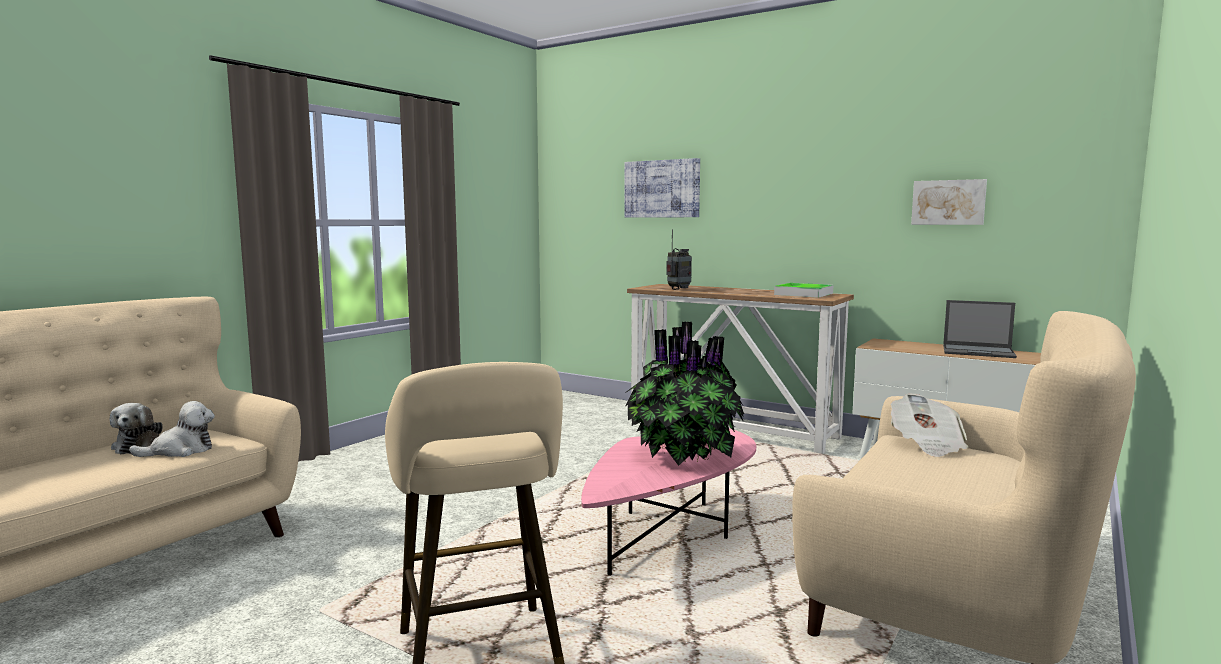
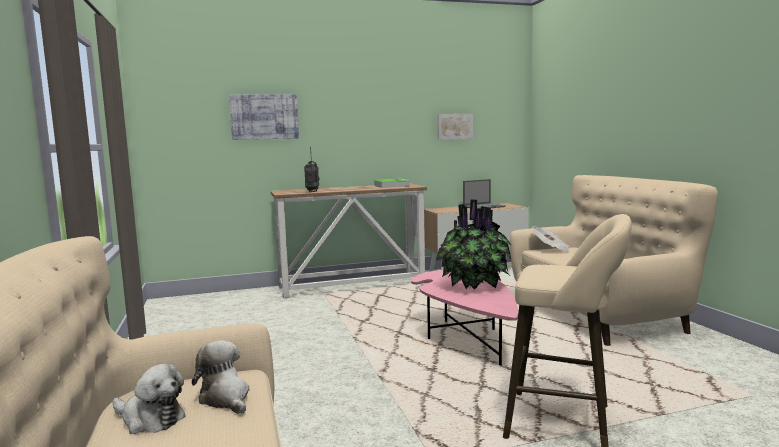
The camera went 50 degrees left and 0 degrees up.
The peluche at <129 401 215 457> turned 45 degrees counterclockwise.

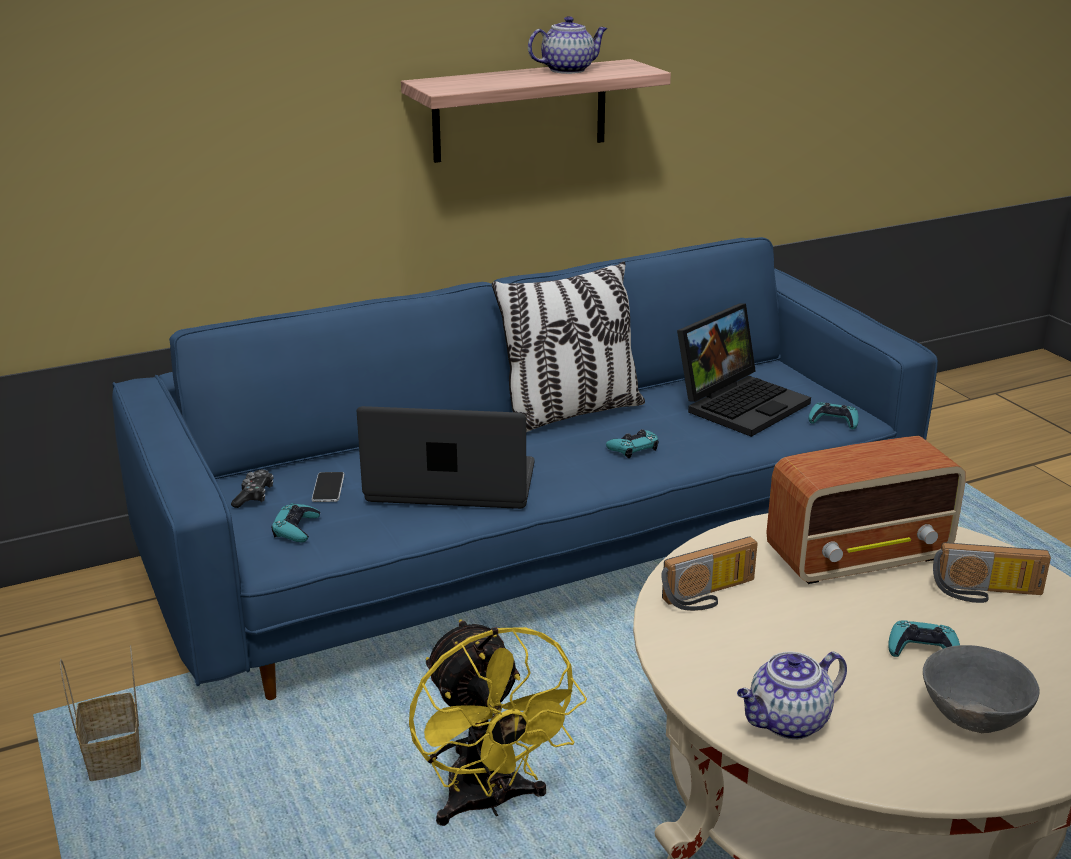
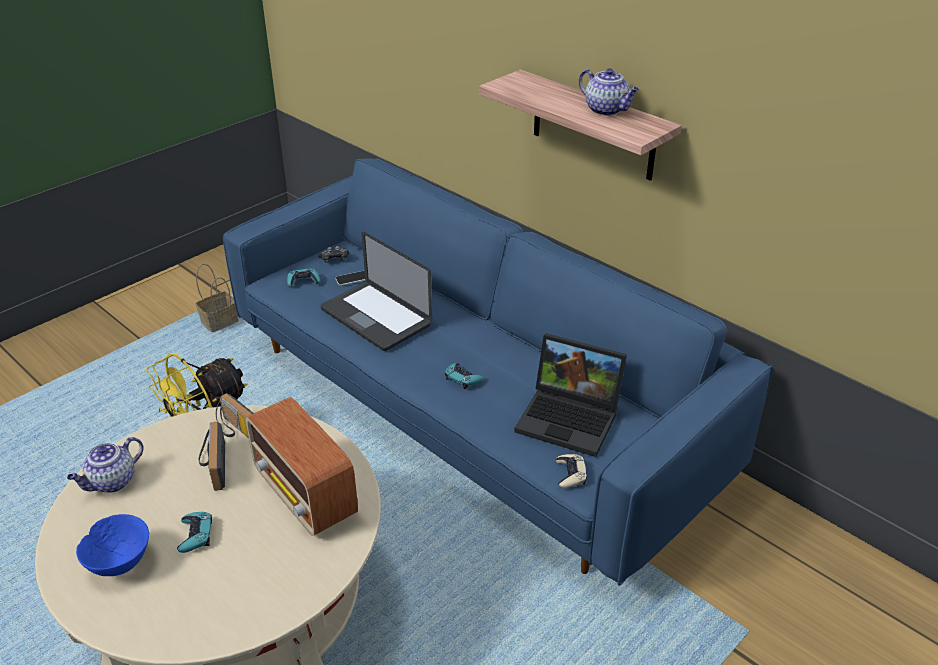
The camera went 70 degrees right and 10 degrees up.
The cojín at <492 261 645 432> disappeared.
The radio moved from <933 542 1051 603> to <199 421 225 491>.
The mando de consola (turquesa) at <809 402 859 429> became the mando de consola (beis) at <556 454 587 488>.
The cuenco (gris) at <923 645 1040 733> became the cuenco (azul) at <76 514 149 576>.
The portátil at <357 406 534 509> turned 150 degrees clockwise.
The tetera at <737 651 847 740> turned 90 degrees counterclockwise.

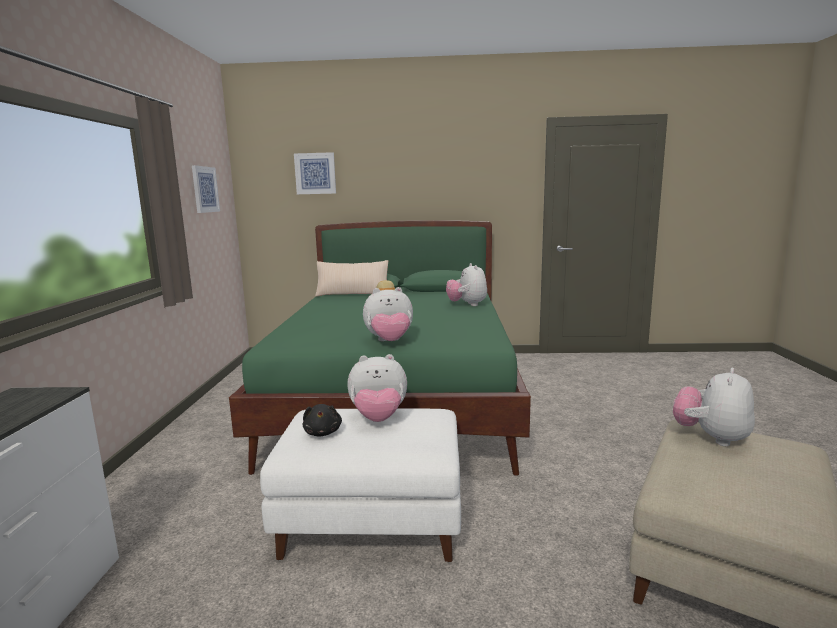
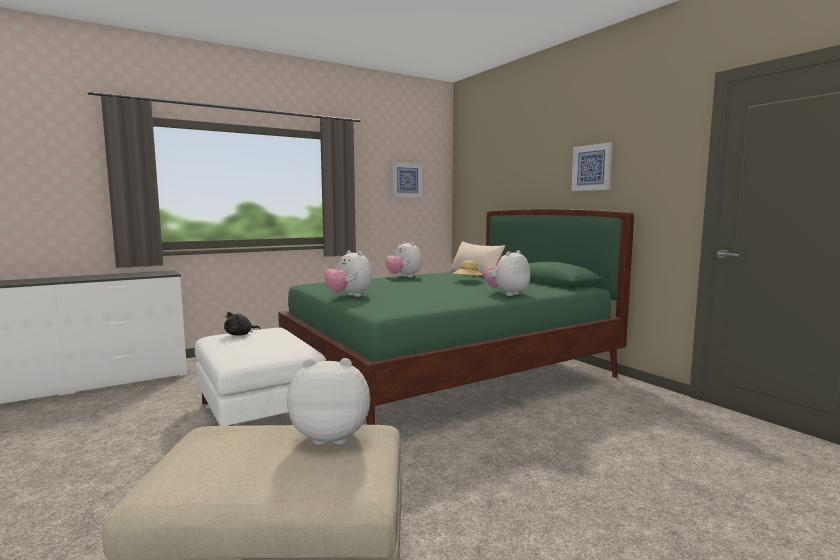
The camera went 55 degrees right and 5 degrees down.
The cuadro moved from <294 152 336 194> to <571 142 613 191>.
The peluche moved from <347 354 407 422> to <385 241 422 277>.

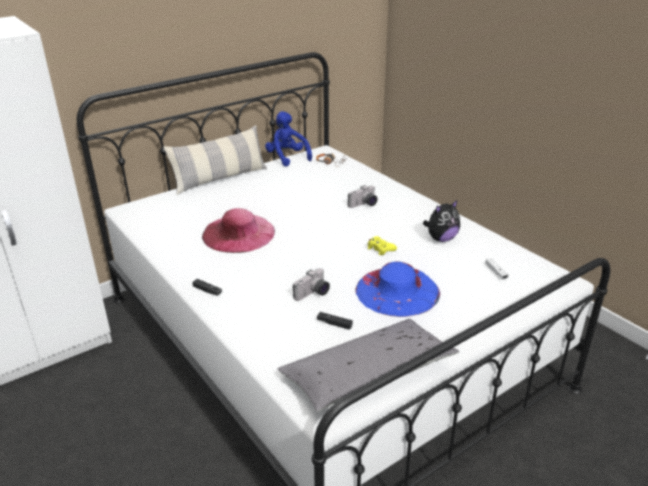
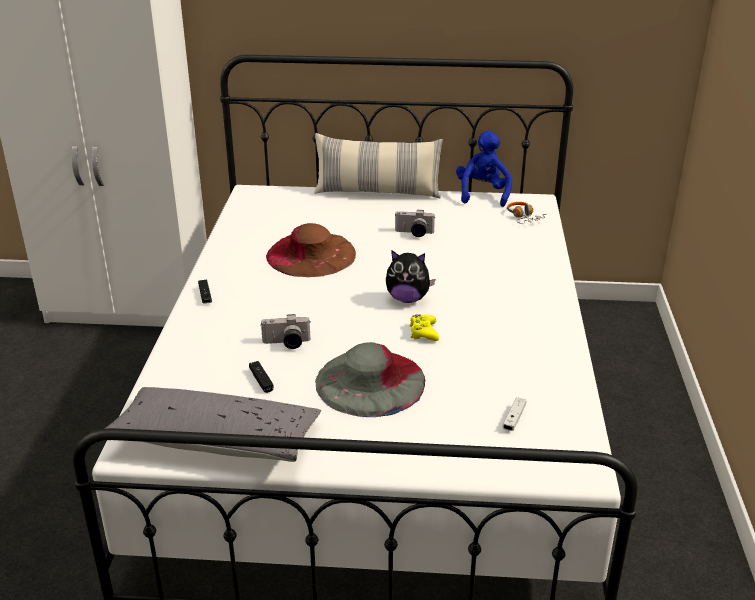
The camera went 40 degrees right and 0 degrees up.
The cámara moved from <348 185 378 208> to <395 210 435 237>.
The peluche moved from <423 200 460 242> to <386 250 435 303>.
The sombrero (rosa) at <202 208 275 253> became the sombrero (marrón) at <266 223 356 277>.
The sombrero (azul) at <355 261 440 317> became the sombrero (gris) at <315 342 425 417>.

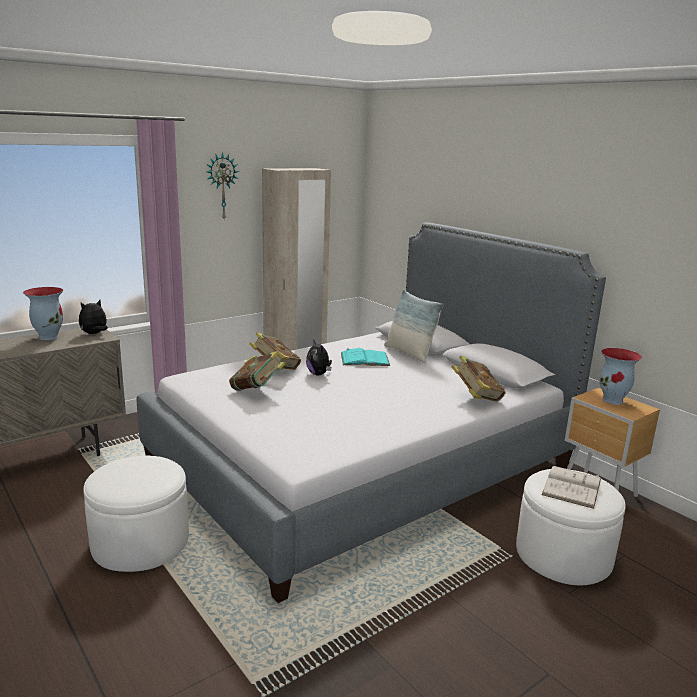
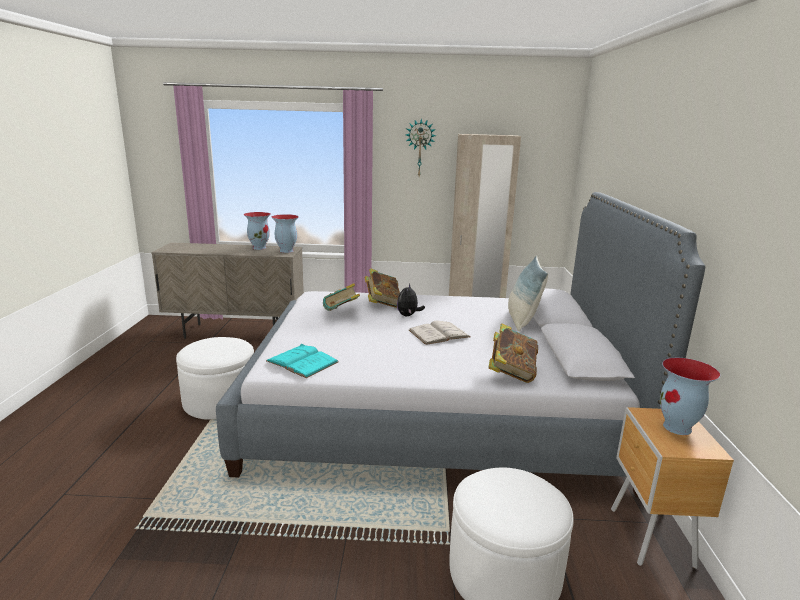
The camera went 40 degrees right and 0 degrees up.
The libro (turquesa) moved from <341 348 390 366> to <266 343 338 378>.
The libro (blanco) moved from <542 466 601 509> to <409 321 470 345>.
The peluche at <79 300 108 334> was replaced by the florero at <272 214 299 253>.

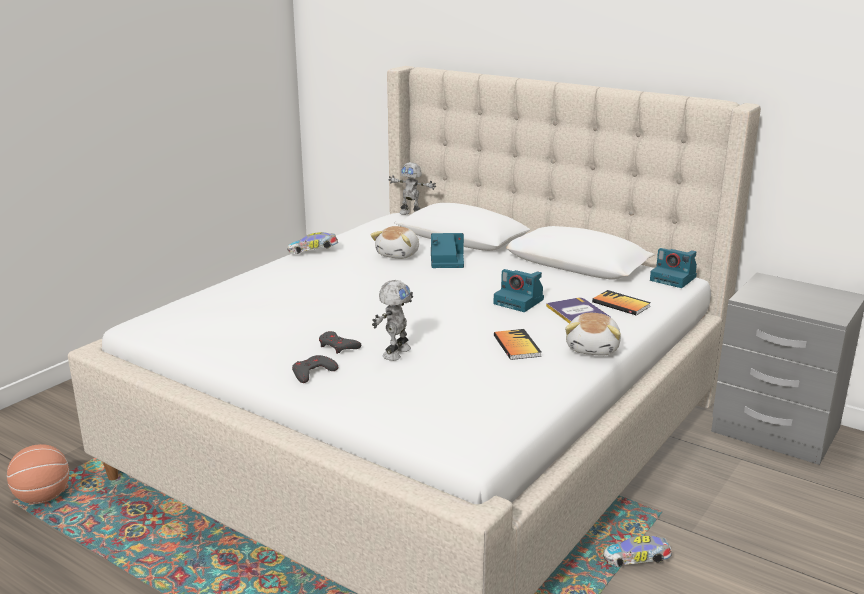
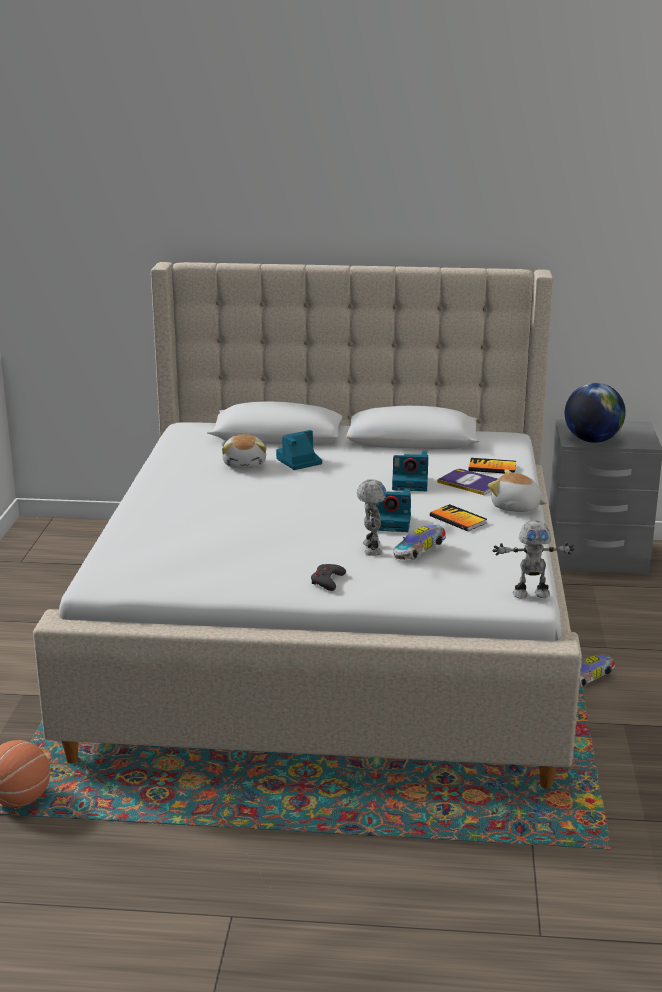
The camera went 30 degrees left and 0 degrees up.
The mando de consola (gris) at <319 331 361 354> disappeared.
The globo terráqueo at <565 383 626 443> appeared.
The coche de juguete moved from <287 232 338 254> to <393 525 446 560>.
The robot de juguete moved from <388 162 436 215> to <493 520 575 599>.
The cámara moved from <650 248 697 288> to <375 489 411 532>.
The peluche at <565 313 621 356> turned 135 degrees clockwise.

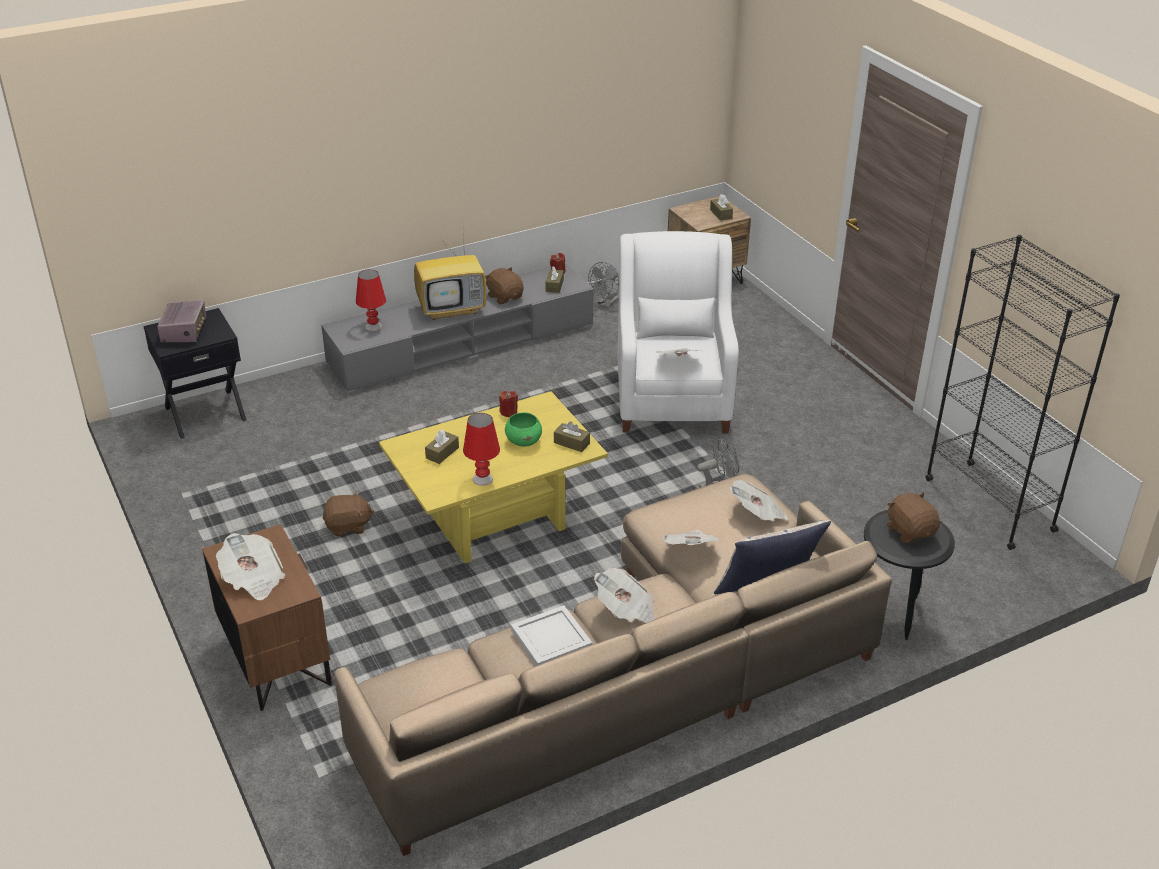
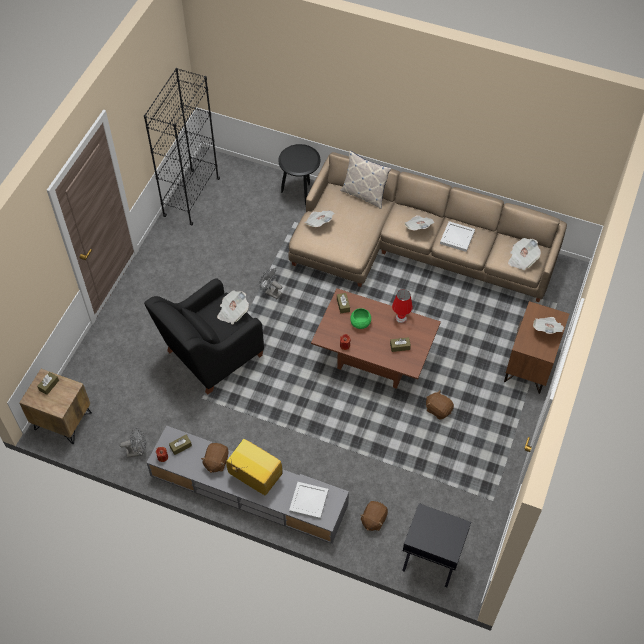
The camera went 130 degrees left and 20 degrees up.
The radio at <157 300 206 342> disappeared.
The periódico moved from <663 530 721 545> to <508 238 541 271>.
The peluche (marrón) moved from <887 492 940 543> to <360 501 388 531>.
The lámpara de mesa (rojo) at <356 270 386 331> was replaced by the bandeja (blanco) at <289 482 328 520>.
The mesa de centro (amarillo) at <379 391 608 563> became the mesa de centro (marrón) at <311 288 441 389>.
The sillón (blanco) at <618 231 739 433> became the sillón (negro) at <144 278 264 395>.

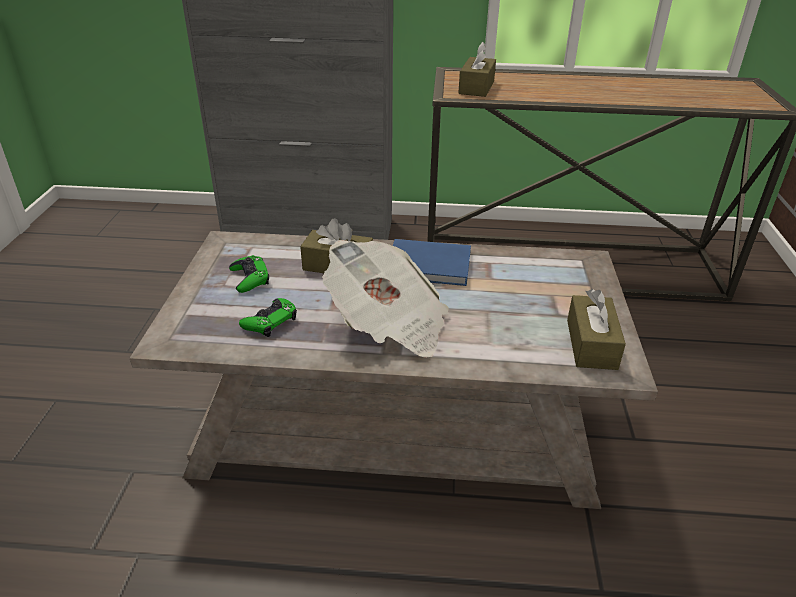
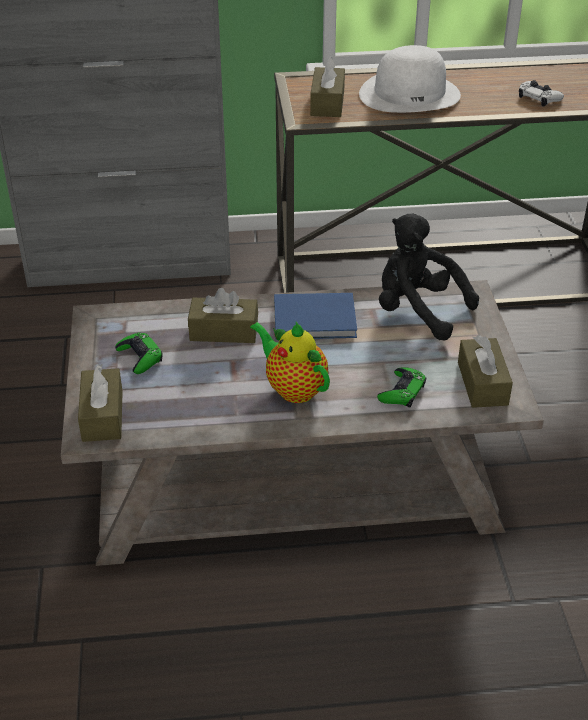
The camera went 10 degrees left and 5 degrees up.
The caja de pañuelos (marrón) at <78 364 123 442> appeared.
The sombrero (blanco) at <359 45 461 113> appeared.
The peluche (negro) at <379 213 479 340> appeared.
The mando de consola (blanco) at <519 80 564 107> appeared.
The mando de consola (verde) moved from <239 298 297 337> to <377 367 426 408>.
The periódico at <322 240 449 358> was replaced by the tetera at <250 322 330 403>.

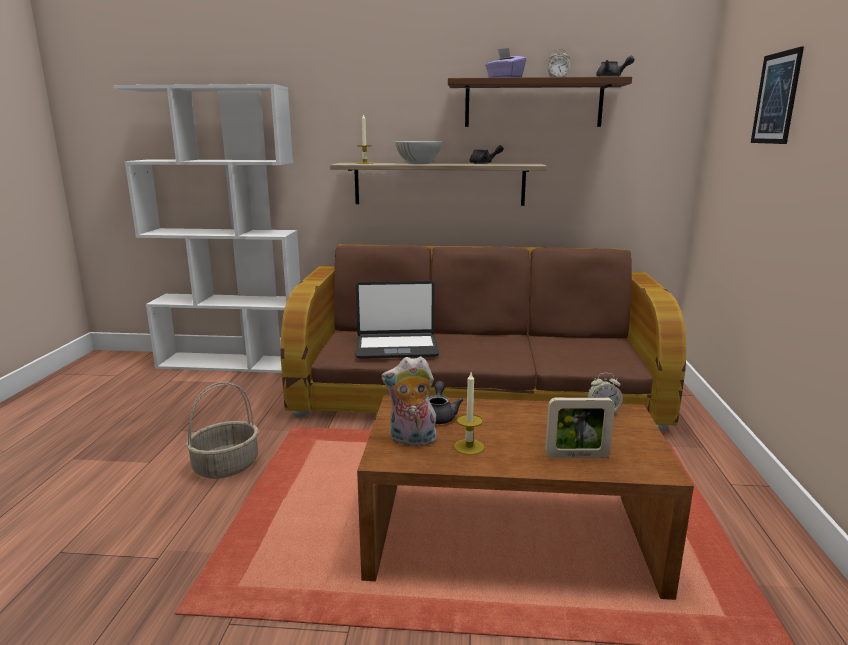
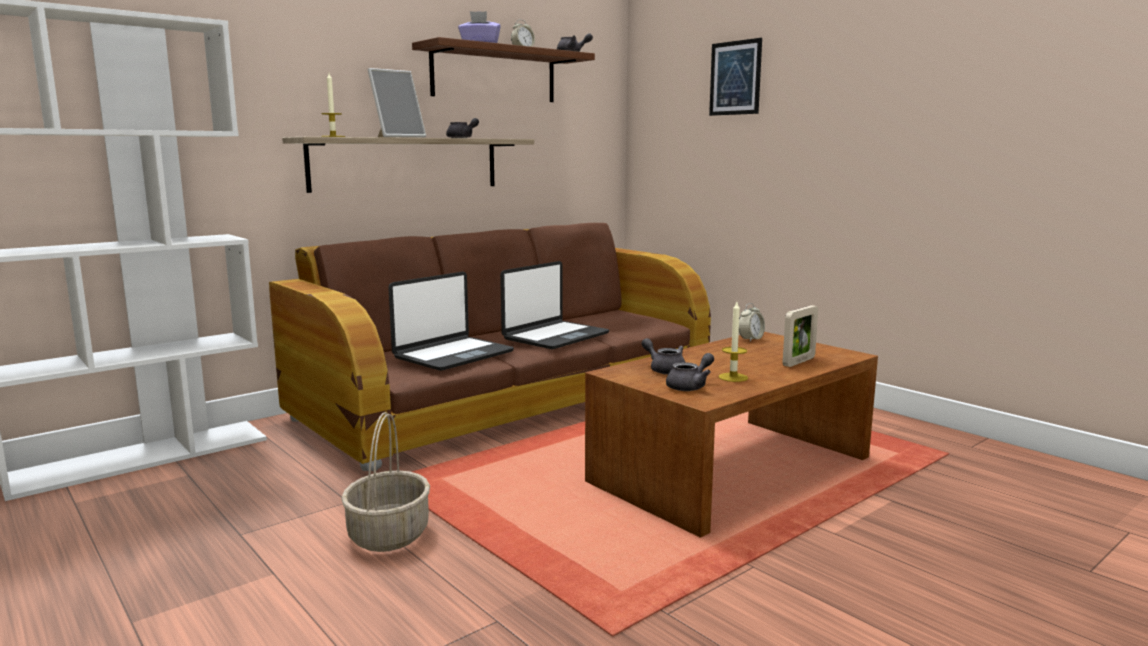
The camera went 45 degrees left and 5 degrees down.
The portátil at <500 261 609 350> appeared.
The peluche at <381 356 437 446> was replaced by the tetera (gris) at <666 353 714 391>.
The cuenco (blanco) at <395 141 443 164> was replaced by the portarretratos at <368 68 426 138>.

